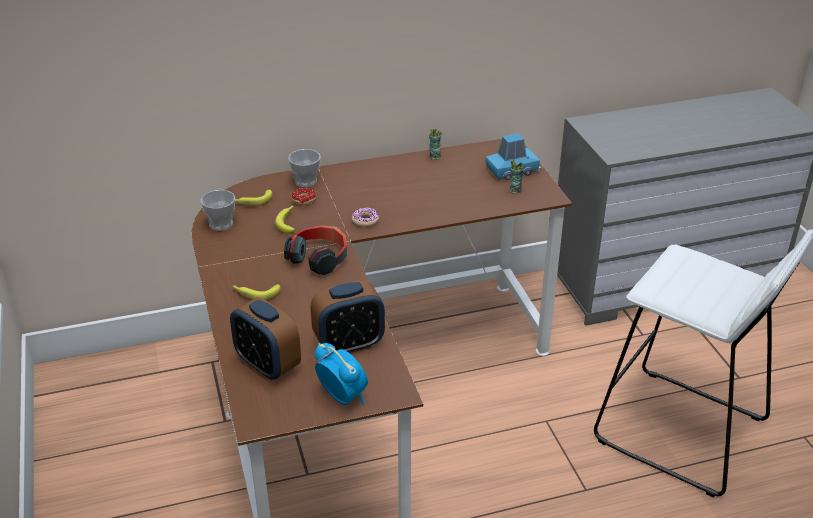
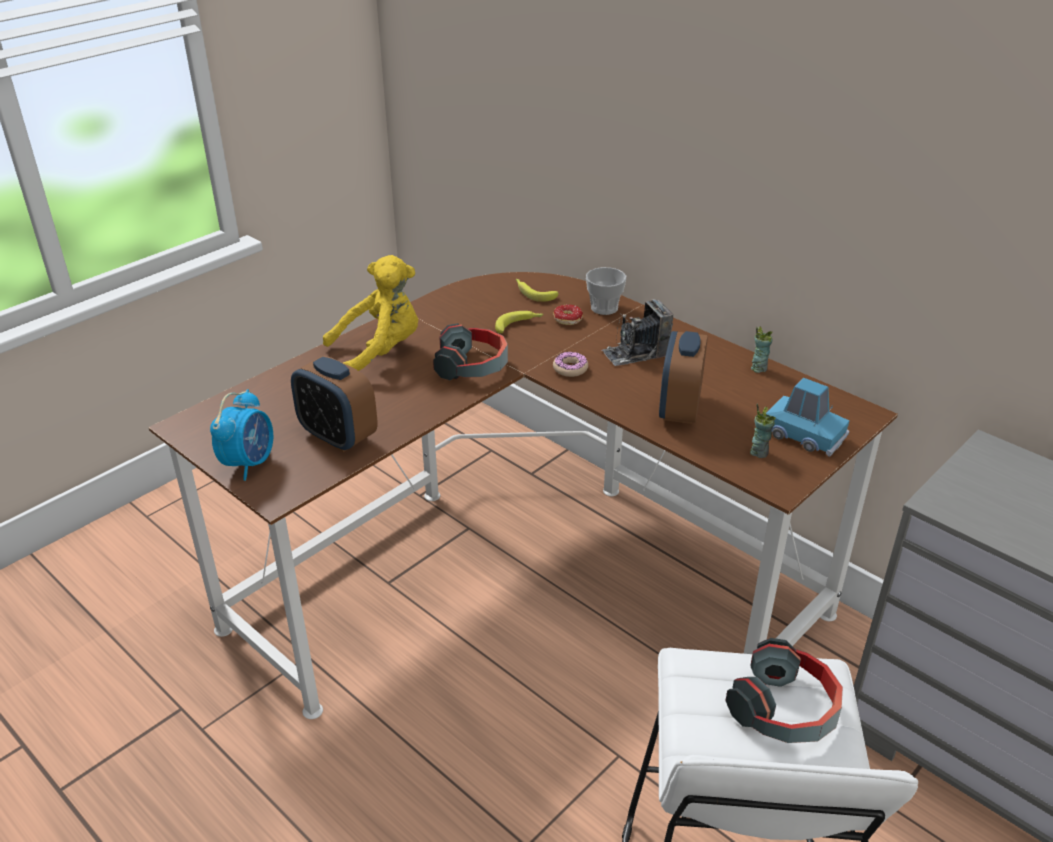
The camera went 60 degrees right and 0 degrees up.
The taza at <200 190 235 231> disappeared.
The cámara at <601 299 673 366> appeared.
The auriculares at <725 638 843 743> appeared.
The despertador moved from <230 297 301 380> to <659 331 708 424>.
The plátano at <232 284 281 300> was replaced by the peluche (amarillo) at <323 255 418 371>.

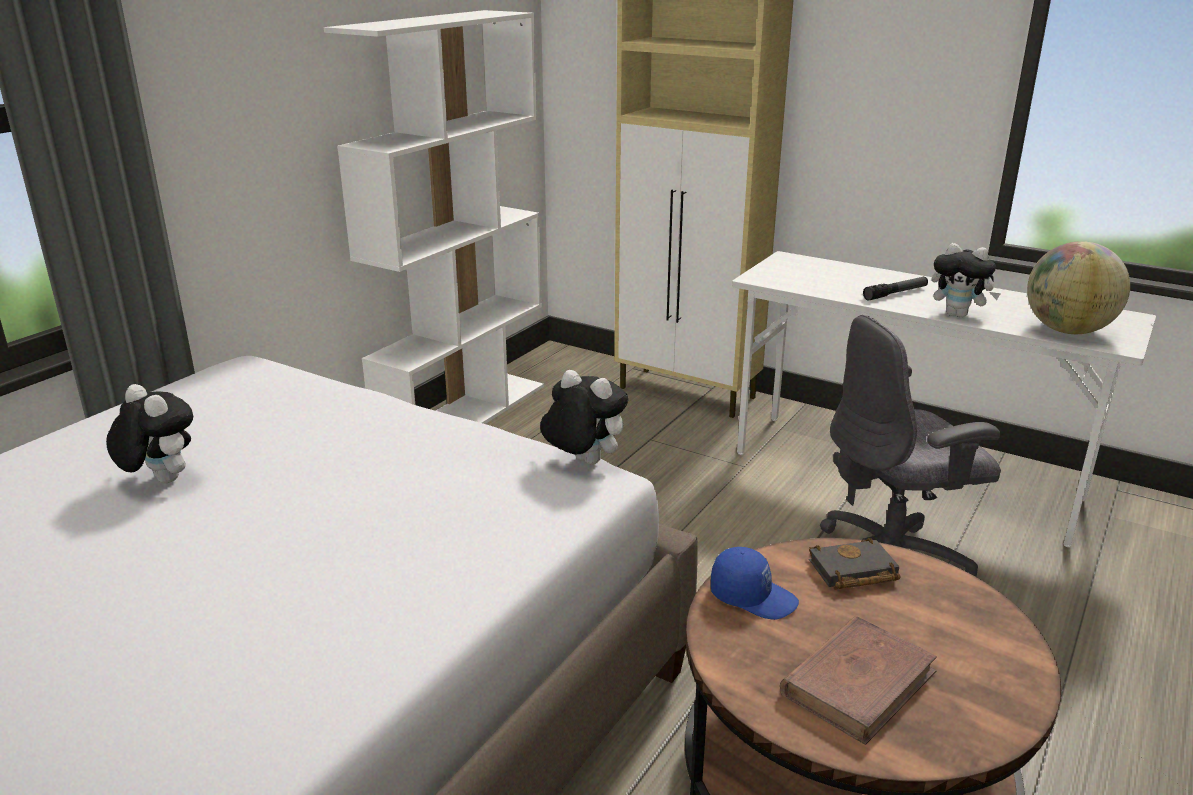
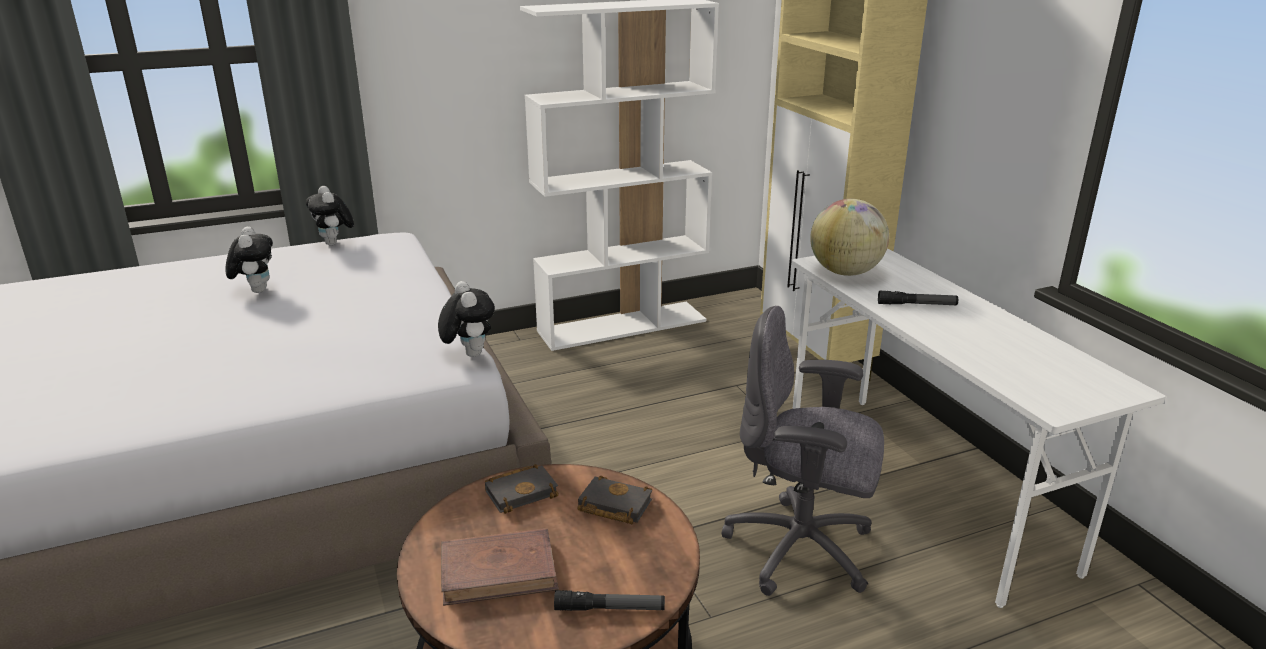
The camera went 35 degrees right and 0 degrees up.
The linterna at <554 590 665 611> appeared.
The peluche moved from <932 243 1001 318> to <306 186 354 245>.
The globo terráqueo moved from <1027 241 1130 334> to <810 199 889 276>.
The gorra (azul) at <711 547 799 620> was replaced by the libro (negro) at <485 464 559 514>.

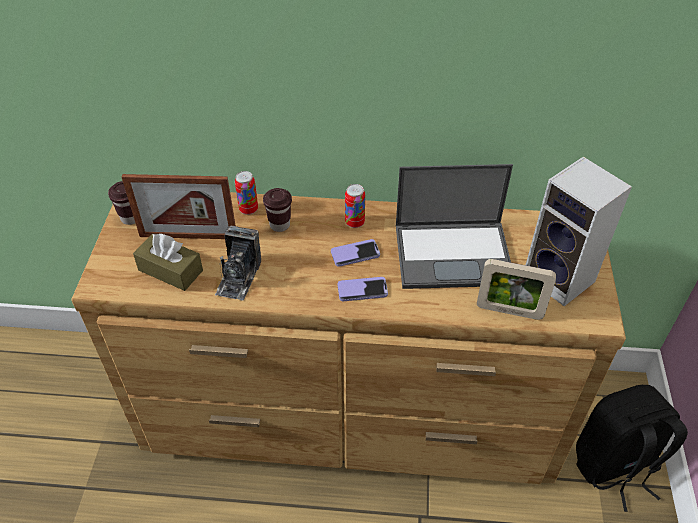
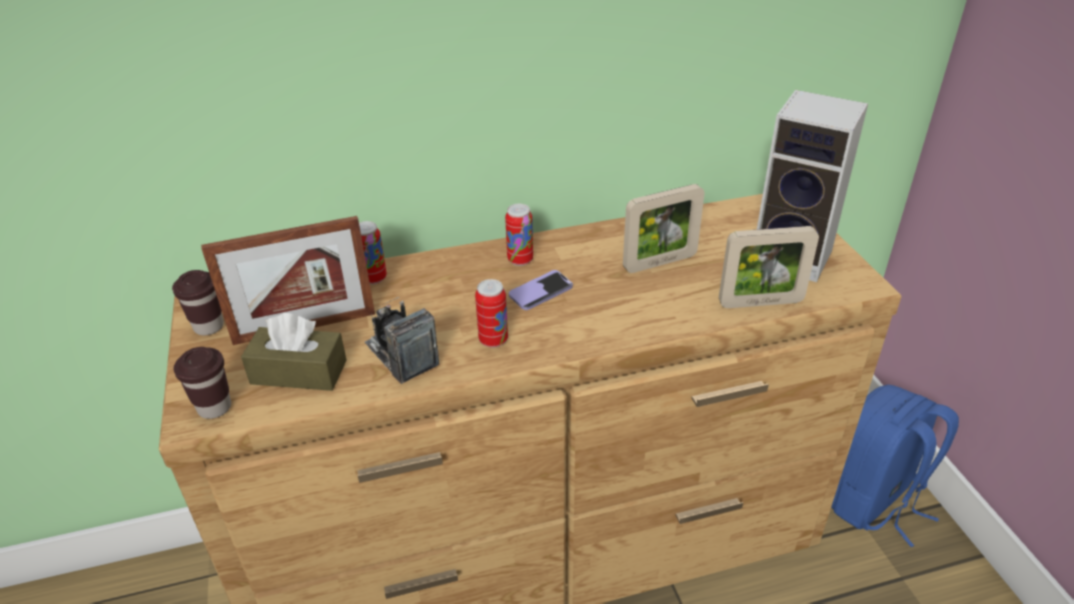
The camera went 20 degrees left and 10 degrees down.
The móvil at <337 277 388 301> disappeared.
The lata at <475 279 508 348> appeared.
The taza (marrón) moved from <263 188 292 232> to <174 347 231 419>.
The portátil at <396 164 513 289> was replaced by the portarretratos at <623 184 704 273>.
The mochila (negro) at <576 385 688 512> became the mochila (azul) at <831 385 959 547>.
The cámara at <215 225 261 300> turned 150 degrees clockwise.

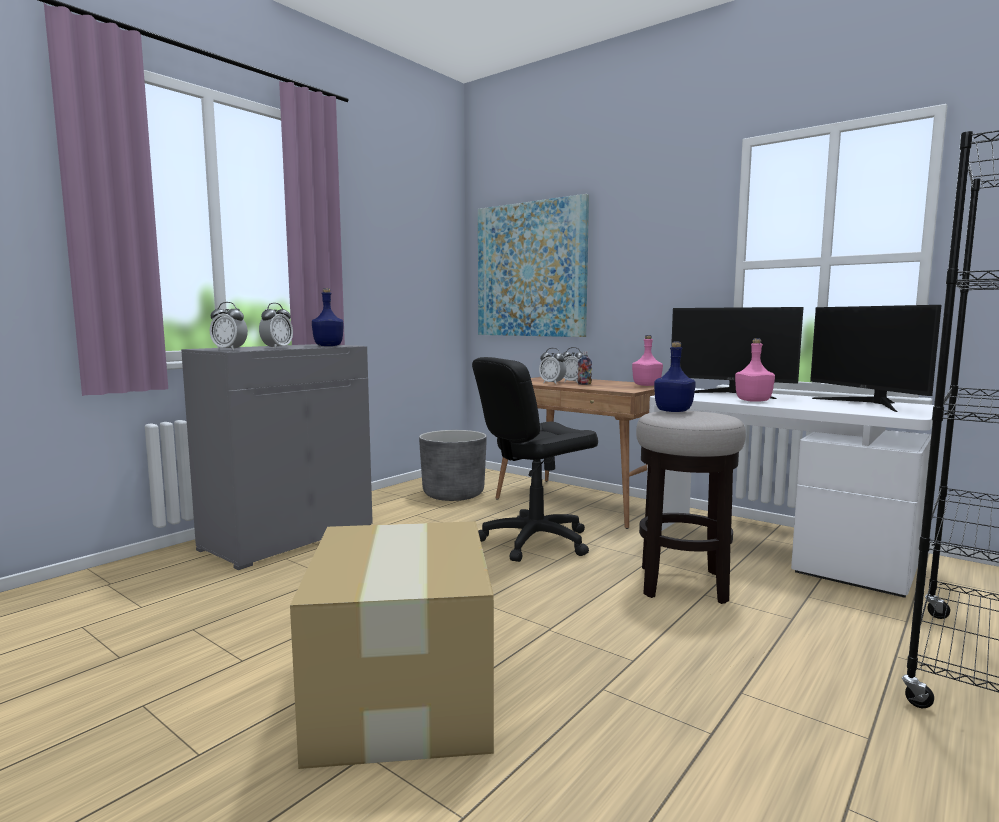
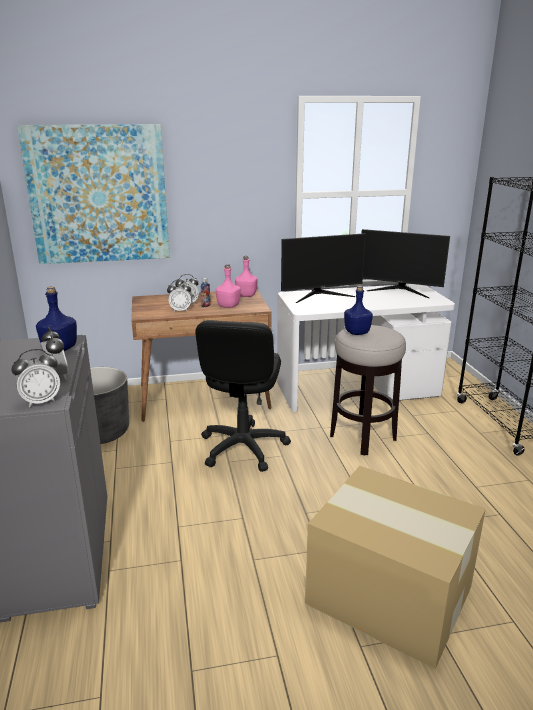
The camera went 50 degrees left and 15 degrees up.
The botella (rosa) moved from <735 339 775 402> to <216 264 241 308>.

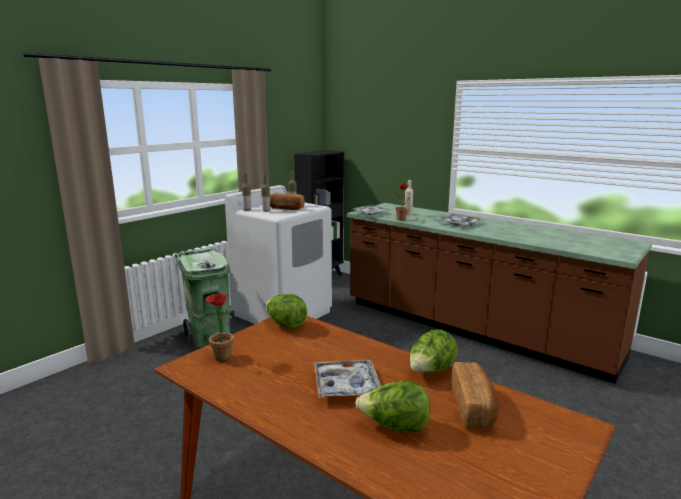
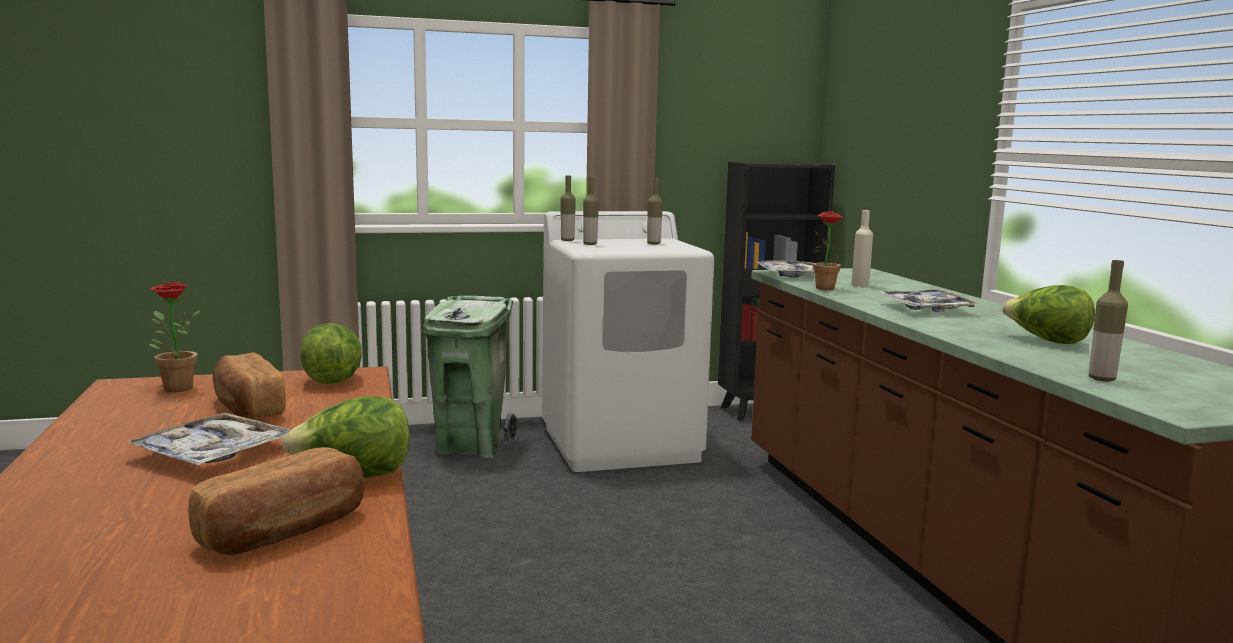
The camera went 35 degrees right and 5 degrees down.
The botella at <1089 260 1128 382> appeared.
The pan moved from <270 193 305 210> to <213 352 286 420>.
The lechuga moved from <355 381 430 432> to <1002 285 1095 344>.

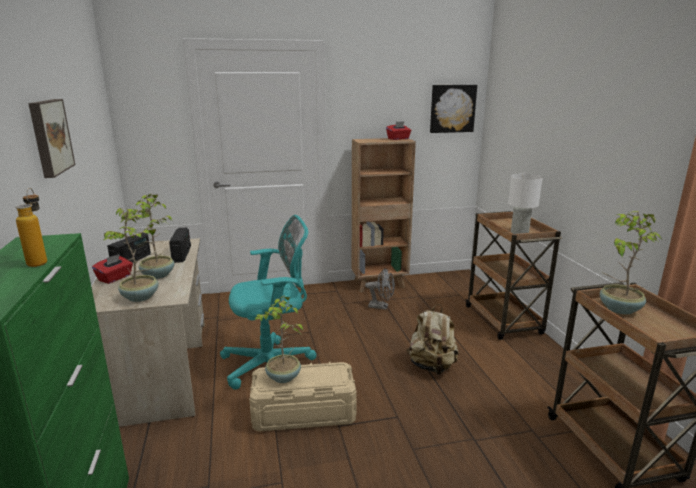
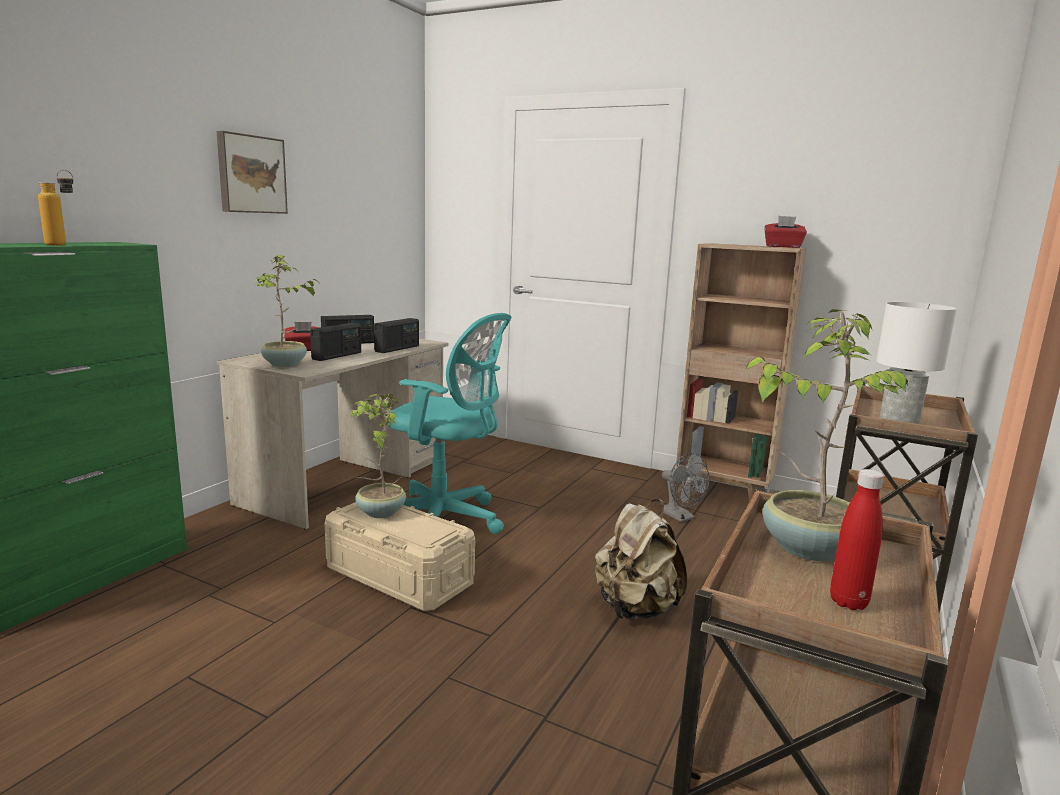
The camera went 40 degrees right and 5 degrees down.
The cuadro at <430 85 477 133> disappeared.
The botella (rojo) at <830 469 884 610> appeared.
The planta en maceta at <126 193 174 279> was replaced by the radio at <310 323 361 361>.

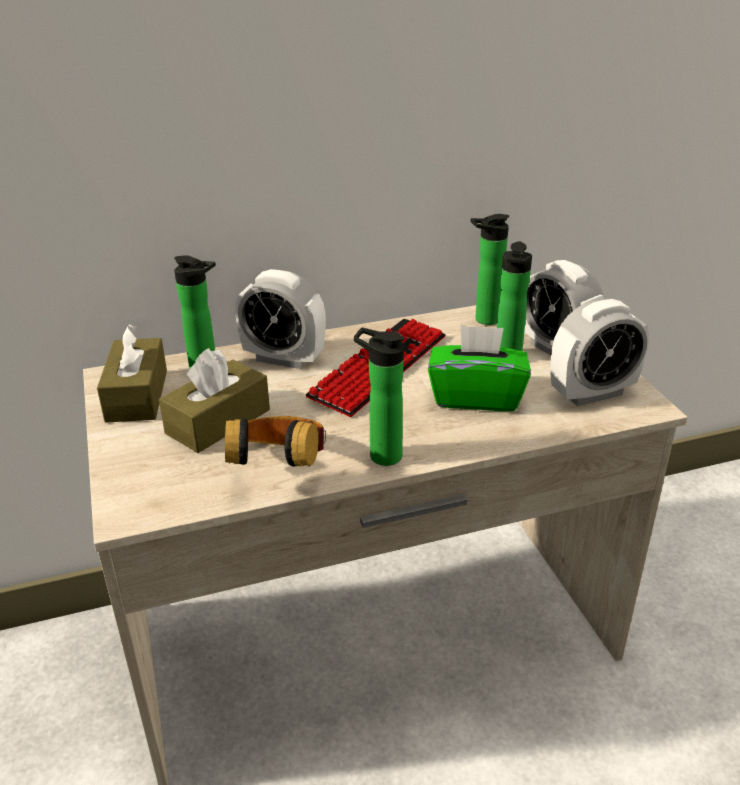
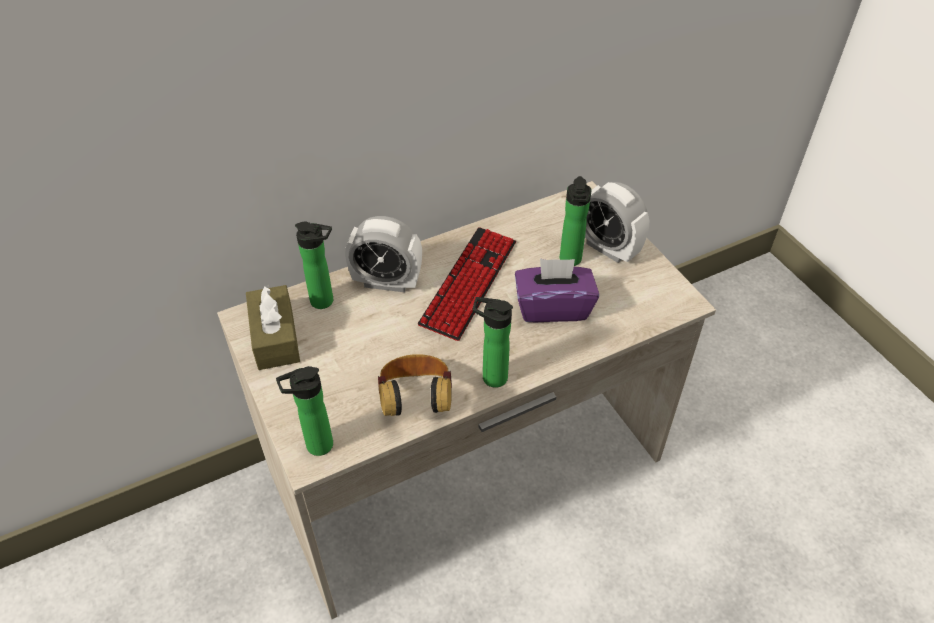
The camera went 10 degrees left and 15 degrees up.
The caja de pañuelos (marrón) at <159 348 270 453> disappeared.
The despertador at <550 299 649 406> disappeared.
The botella moved from <470 214 509 325> to <276 366 333 456>.
The caja de pañuelos (verde) at <428 325 531 411> became the caja de pañuelos (morado) at <515 259 599 322>.

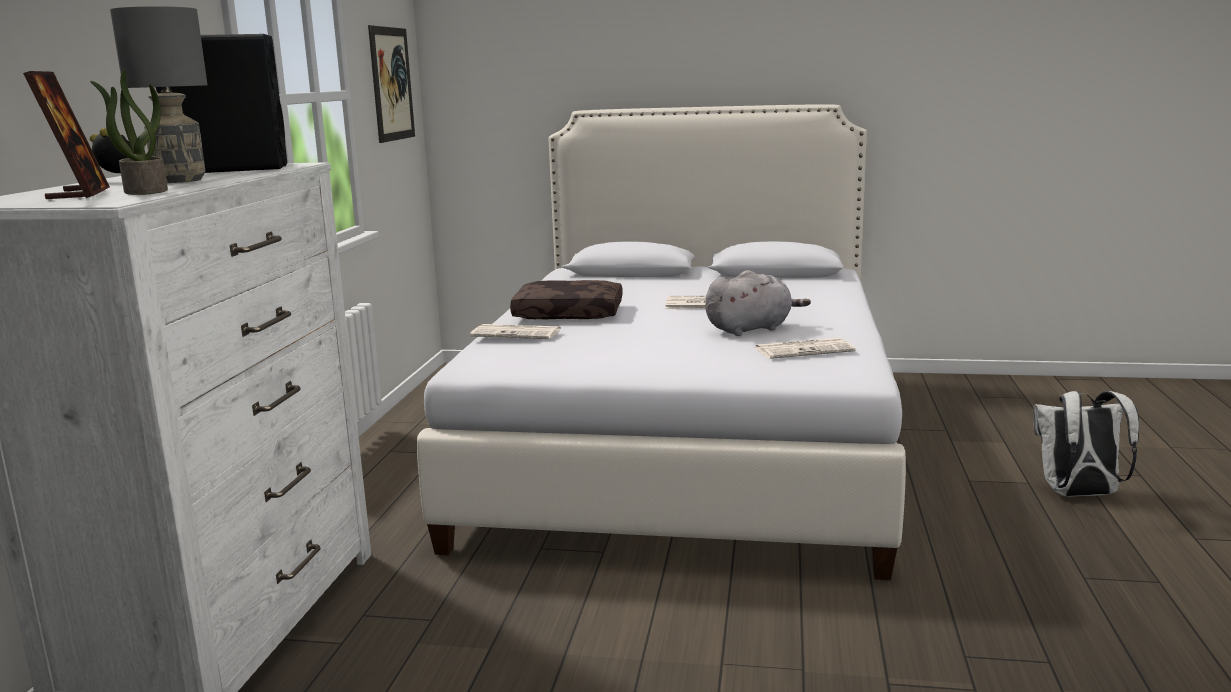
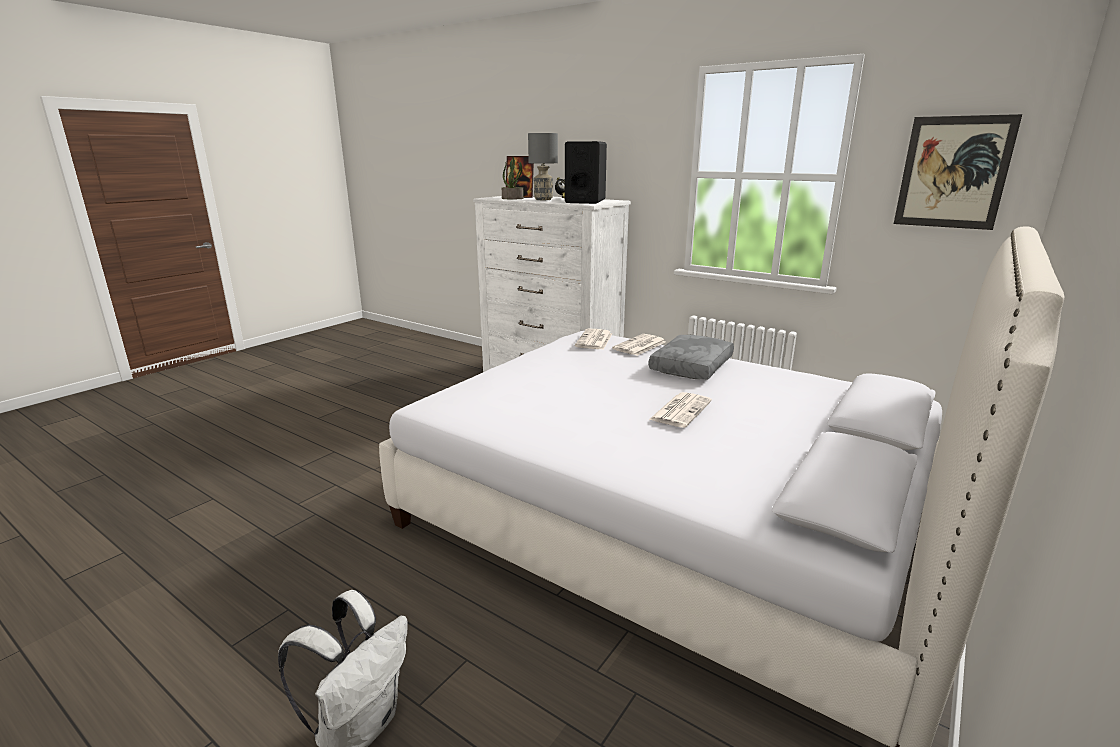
The camera went 115 degrees right and 5 degrees up.
The peluche (gris) at <705 270 811 336> disappeared.
The periódico moved from <756 338 856 359> to <575 329 612 350>.
The cojín (marrón) at <510 280 623 319> became the cojín (gris) at <649 335 734 380>.

